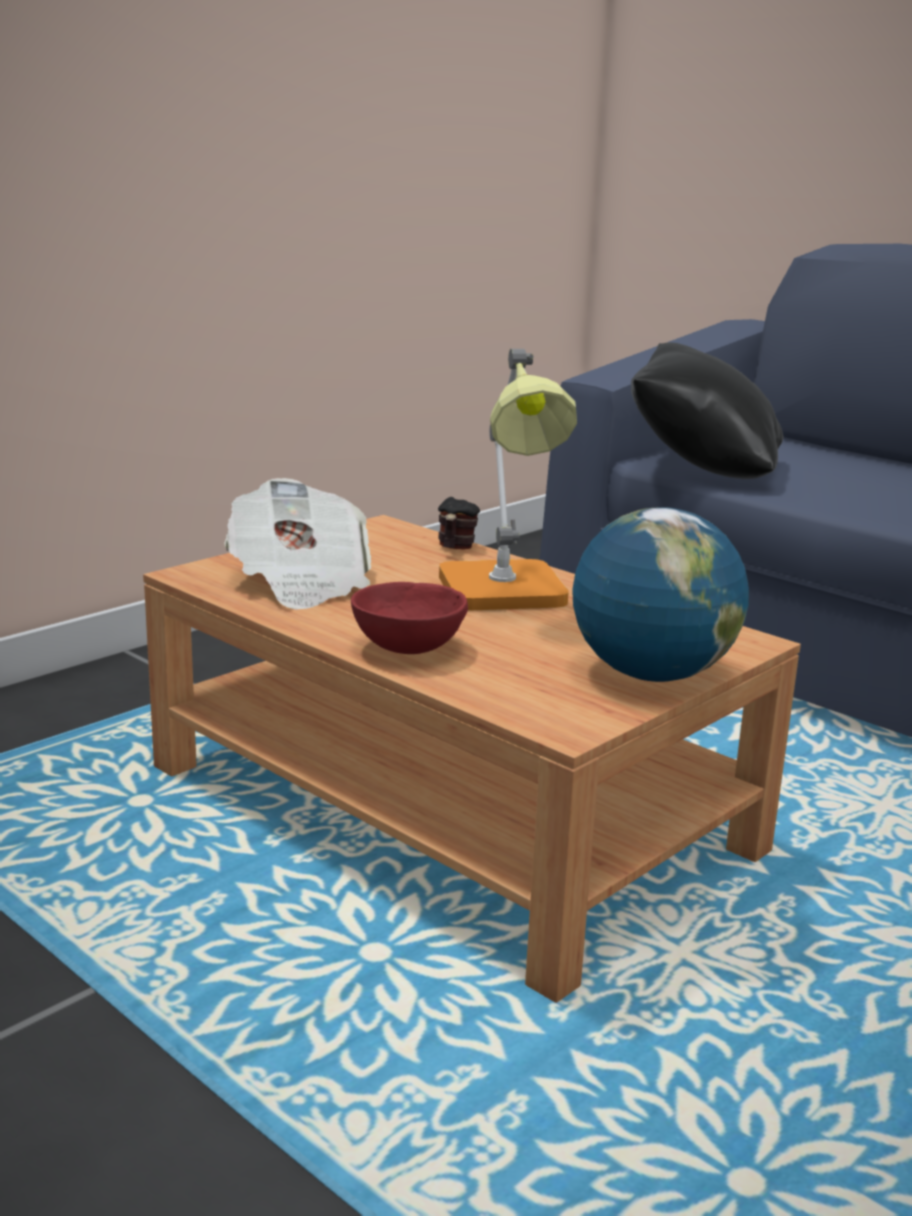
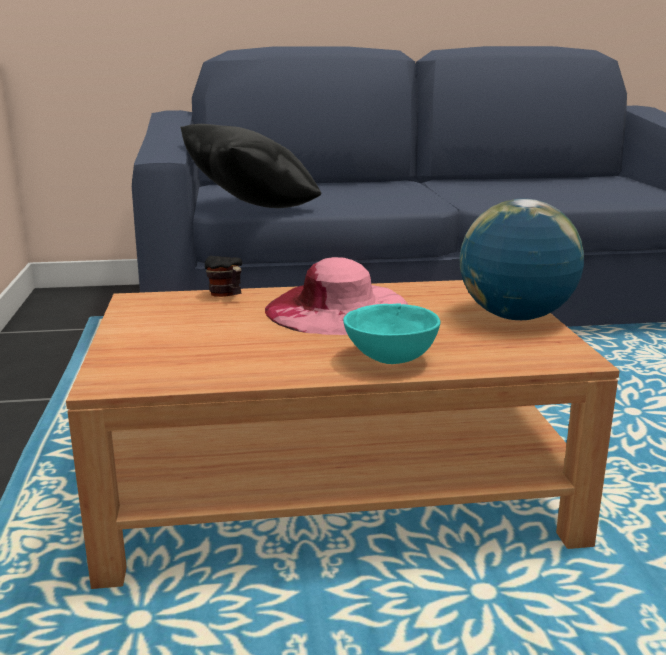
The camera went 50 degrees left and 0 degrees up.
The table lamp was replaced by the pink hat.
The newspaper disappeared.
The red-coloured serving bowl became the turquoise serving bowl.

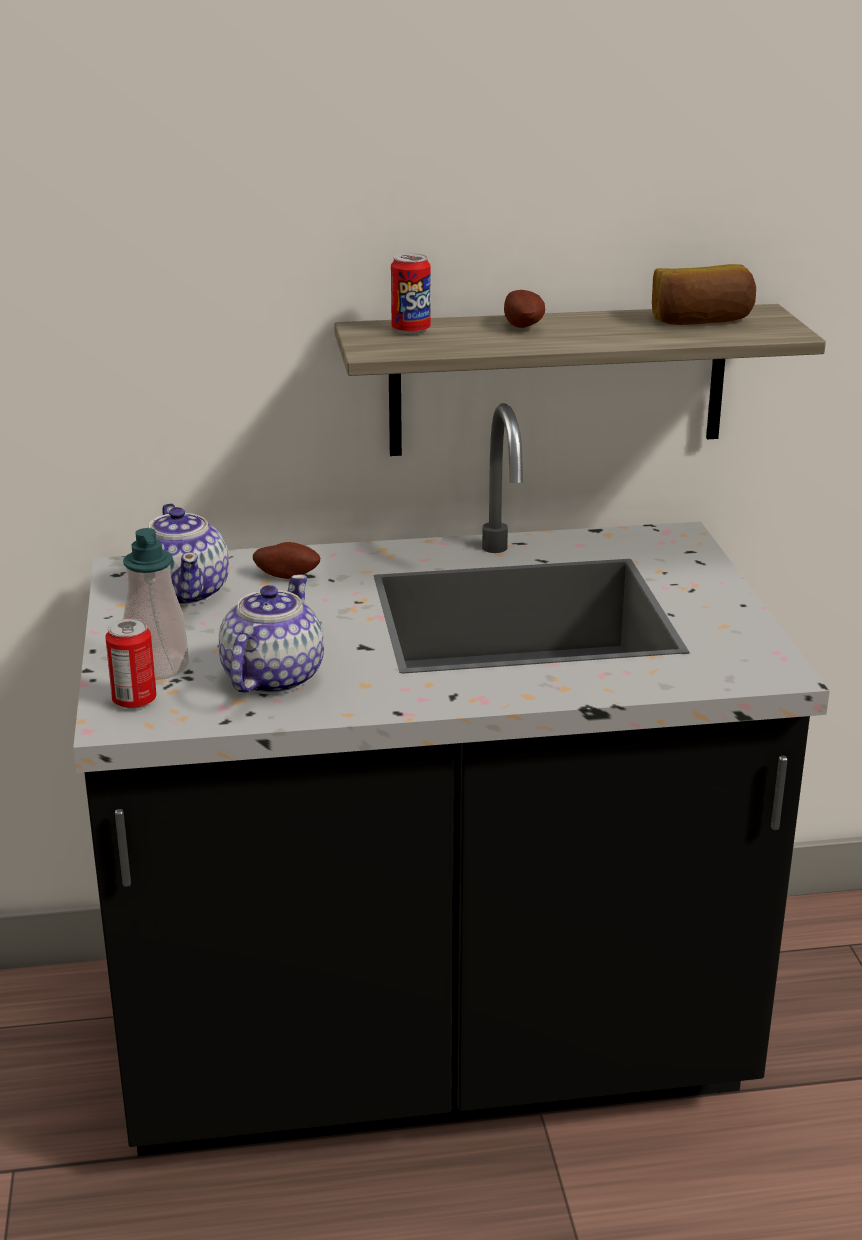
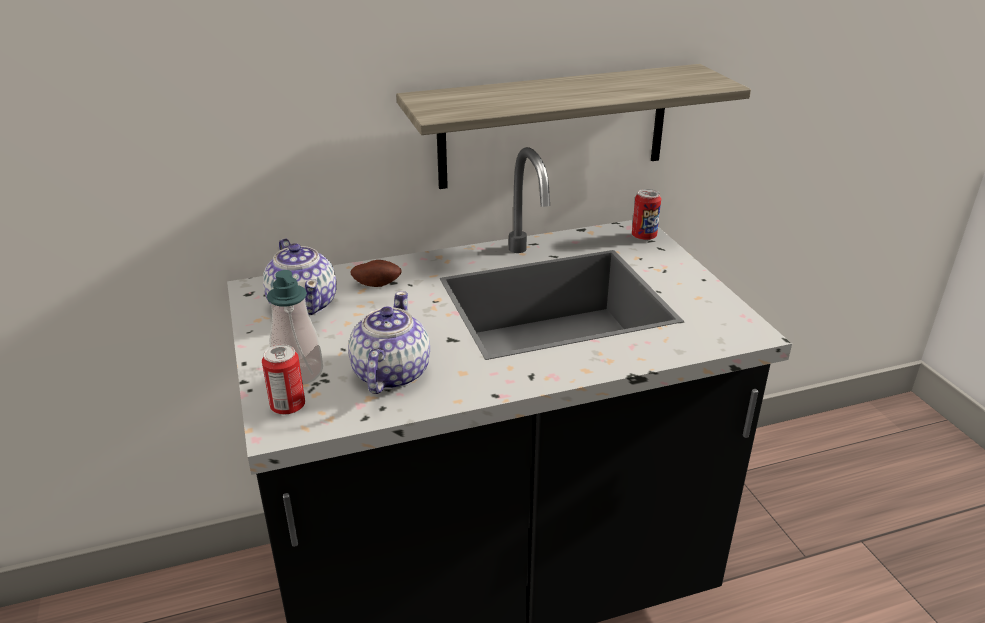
The camera went 10 degrees left and 5 degrees up.
The sealed can (no. 2 from left) moved.
The bakery bread disappeared.
The potato (no. 2 from left) disappeared.

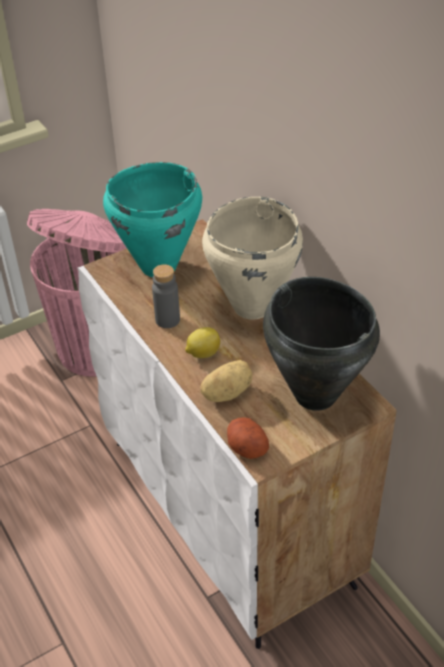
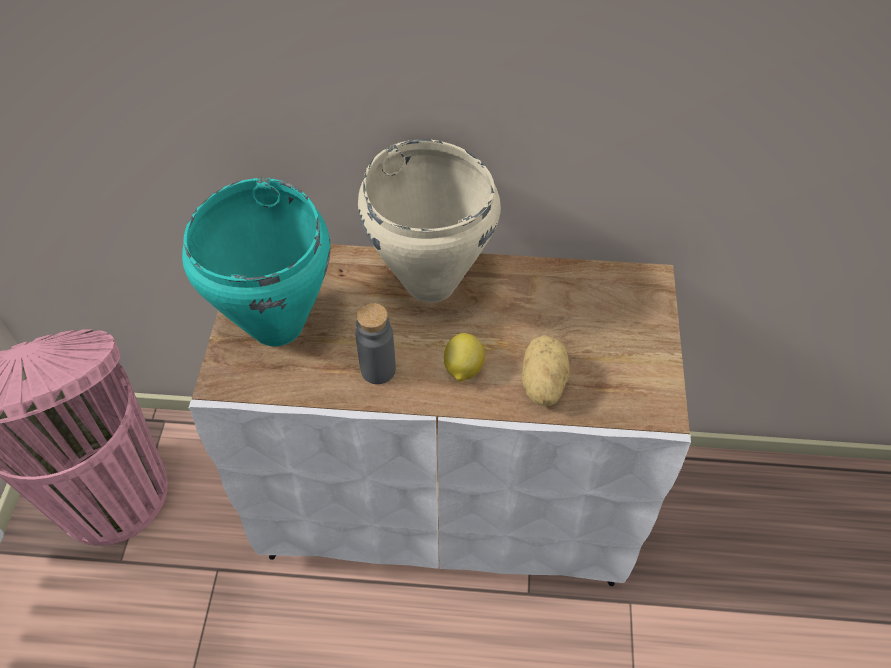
The camera went 55 degrees left and 10 degrees up.
The blackish saucepot disappeared.
The potato (no. 2 from left) disappeared.

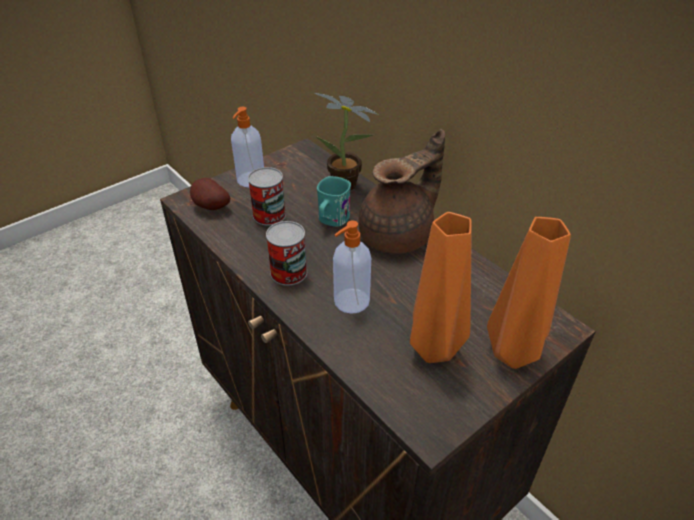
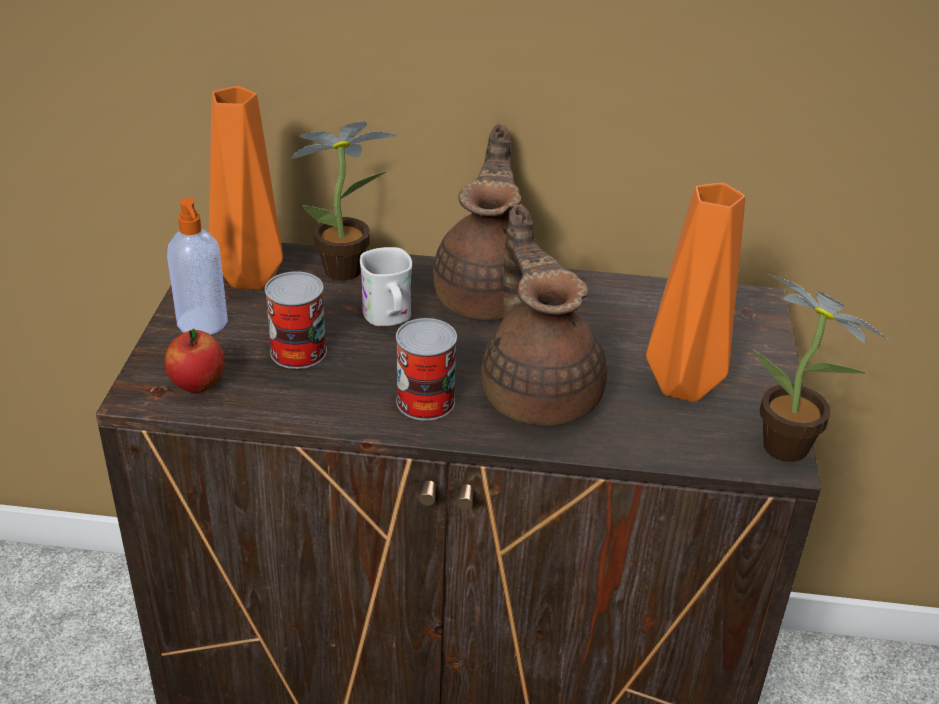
The camera went 45 degrees left and 5 degrees down.
The turquoise mug became the whitish mug.
The potato was replaced by the apple.
The orangey flower vase (no. 2 from left in the first image) moved.
The soap dispenser (no. 2 from left) was replaced by the brownish tea pot (no. 2 from left).
The houseplant (no. 2 from left) appeared.

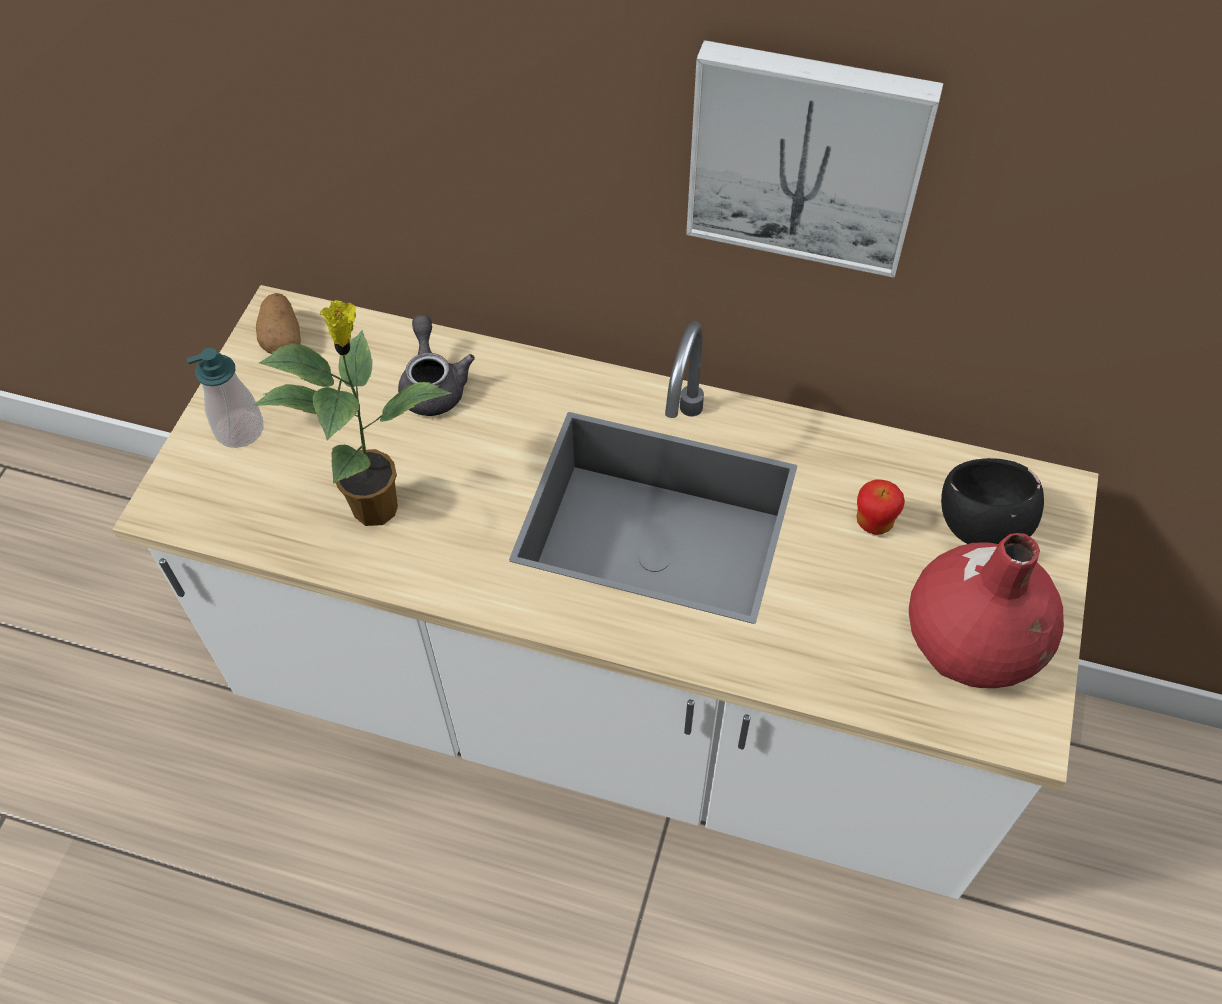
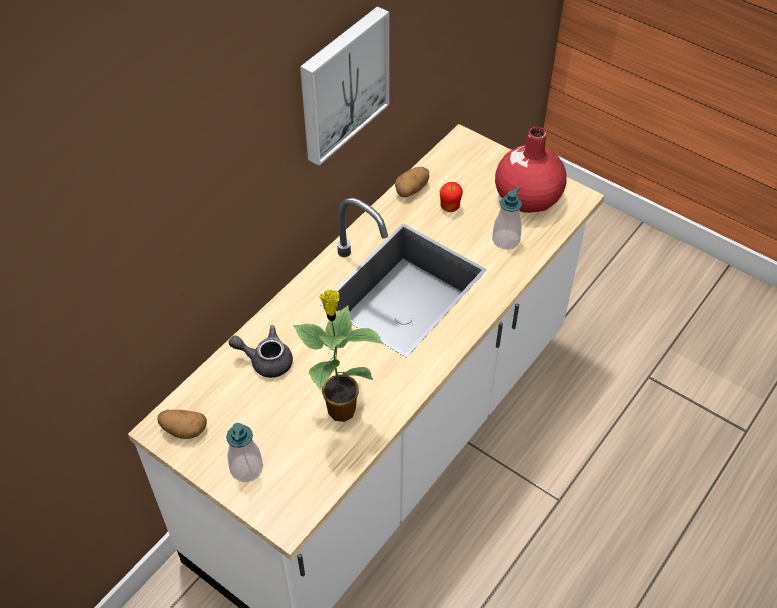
The camera went 70 degrees left and 5 degrees down.
The blackish serving bowl disappeared.
The potato (no. 2 from left) appeared.
The soap dispenser (no. 2 from left) appeared.

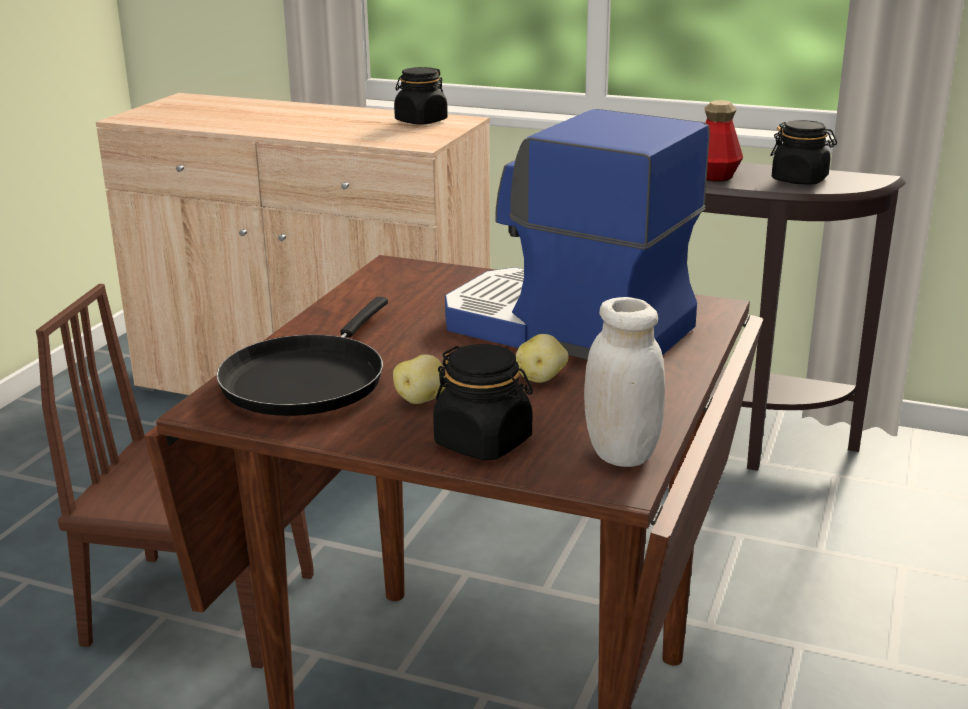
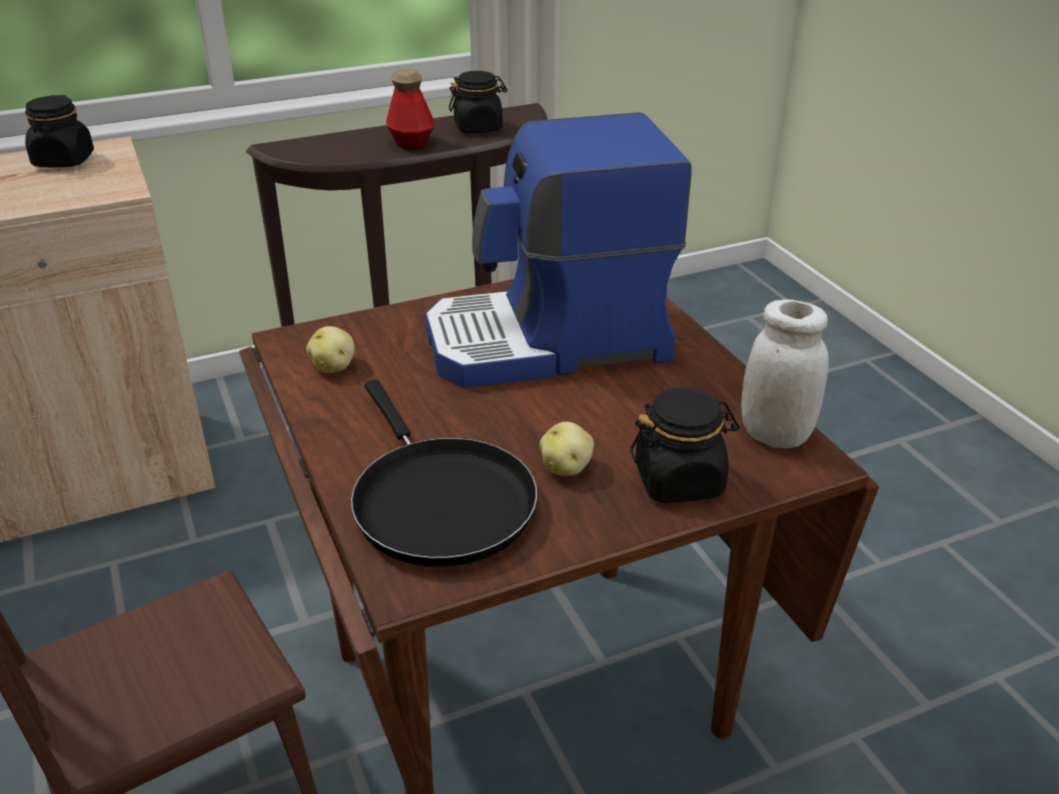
The camera went 45 degrees left and 10 degrees up.
The potato (no. 2 from left in the first image) moved.

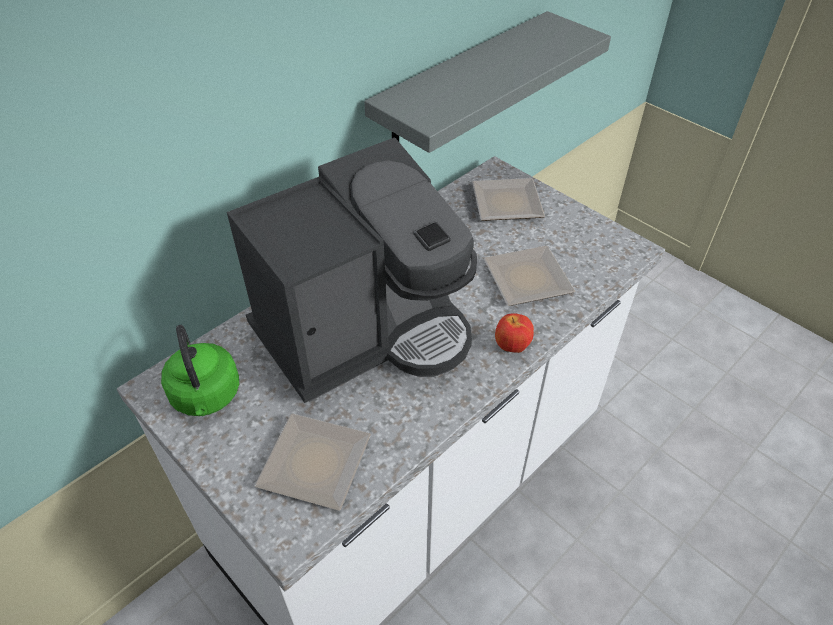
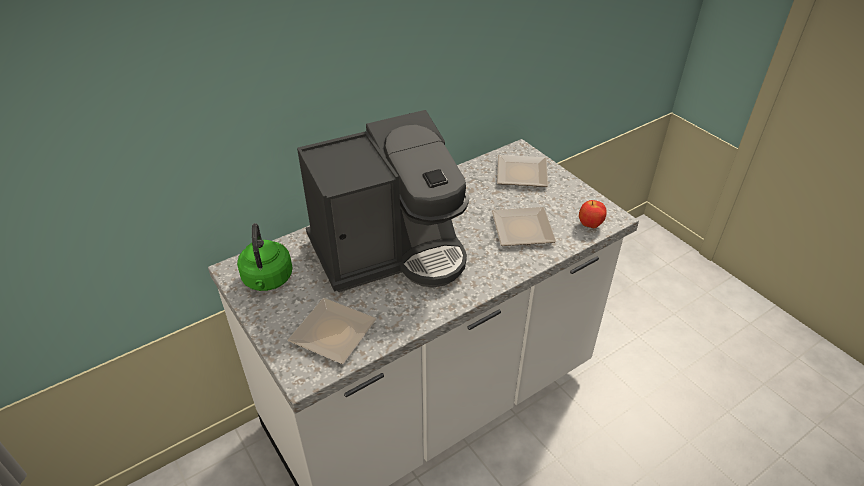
The camera went 10 degrees right and 5 degrees down.
The gray wall shelf disappeared.
The apple moved.

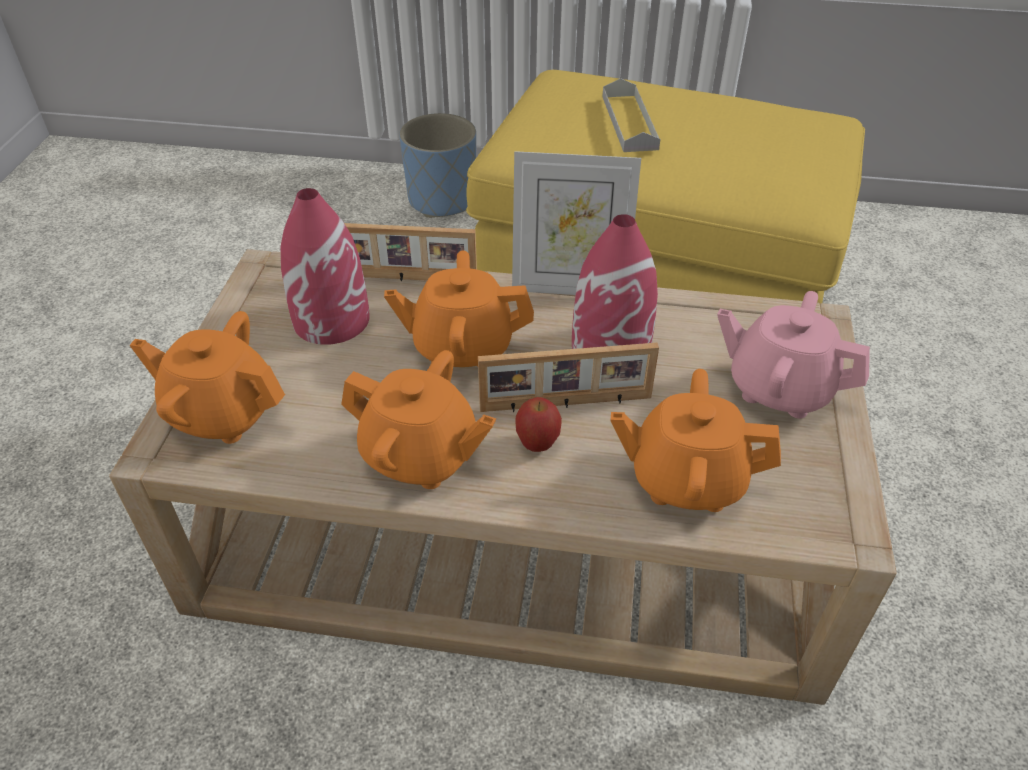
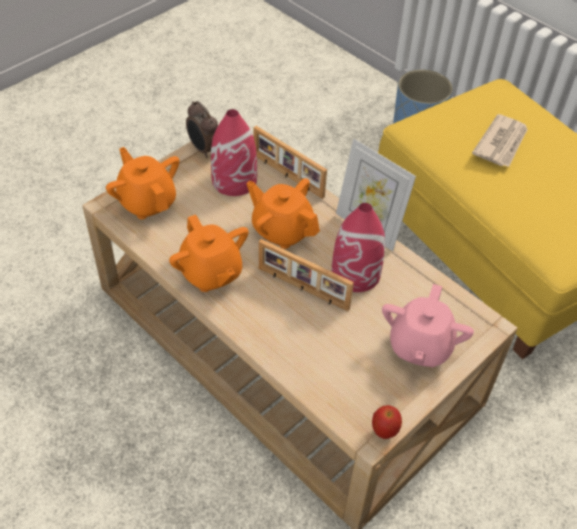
The camera went 35 degrees right and 5 degrees up.
The gray tray was replaced by the newspaper.
The pink tea pot turned 135 degrees counterclockwise.
The orangey tea pot (no. 4 from left) disappeared.
The apple moved.
The alarm clock appeared.

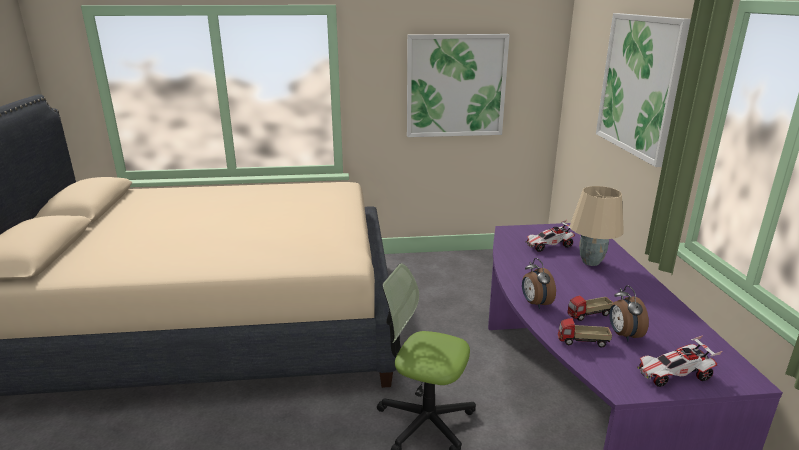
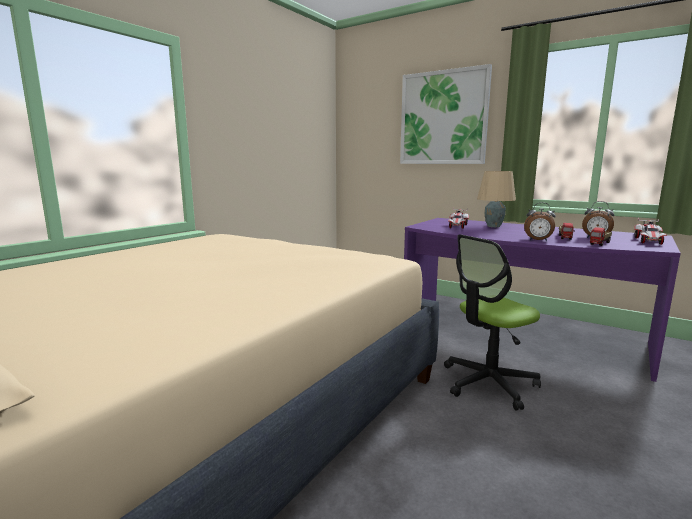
The camera went 50 degrees left and 10 degrees down.
The picture (no. 1 from left) disappeared.

